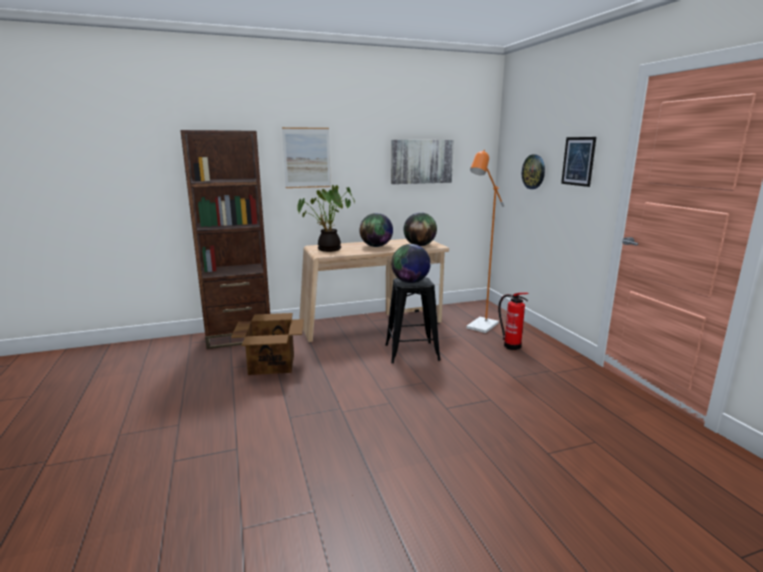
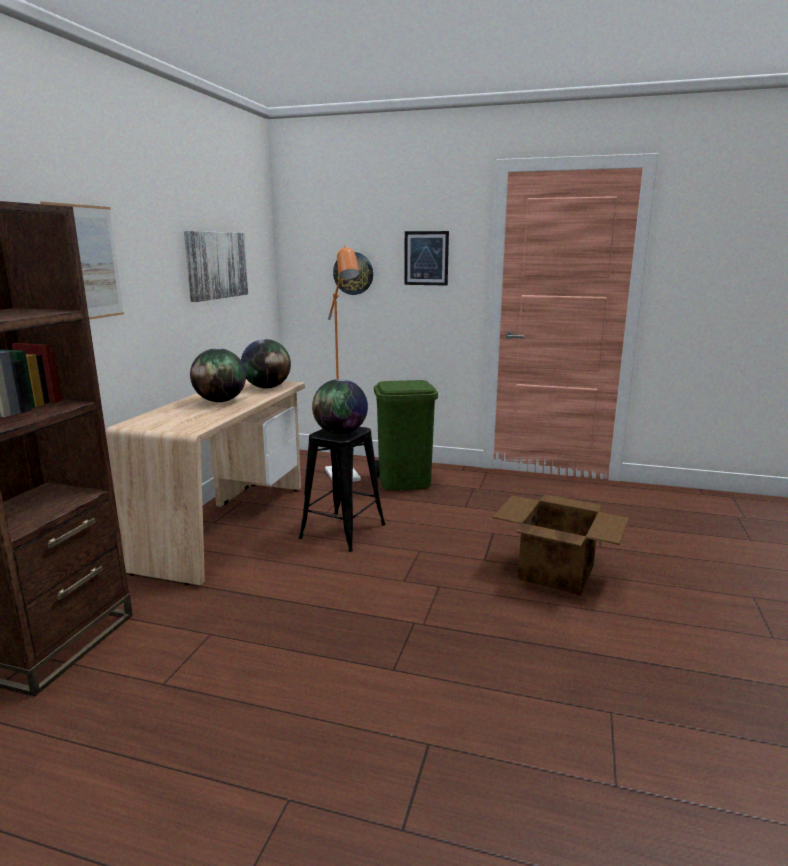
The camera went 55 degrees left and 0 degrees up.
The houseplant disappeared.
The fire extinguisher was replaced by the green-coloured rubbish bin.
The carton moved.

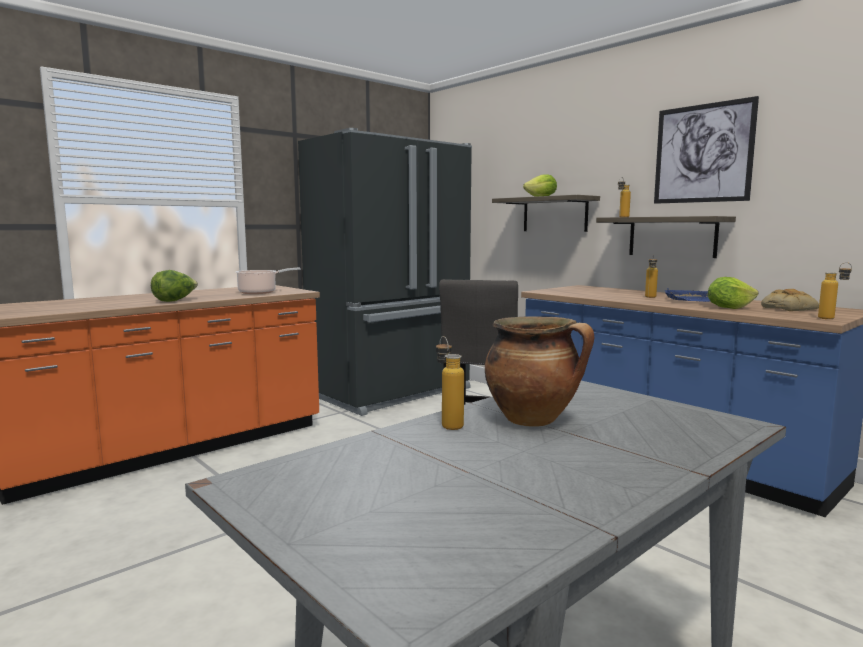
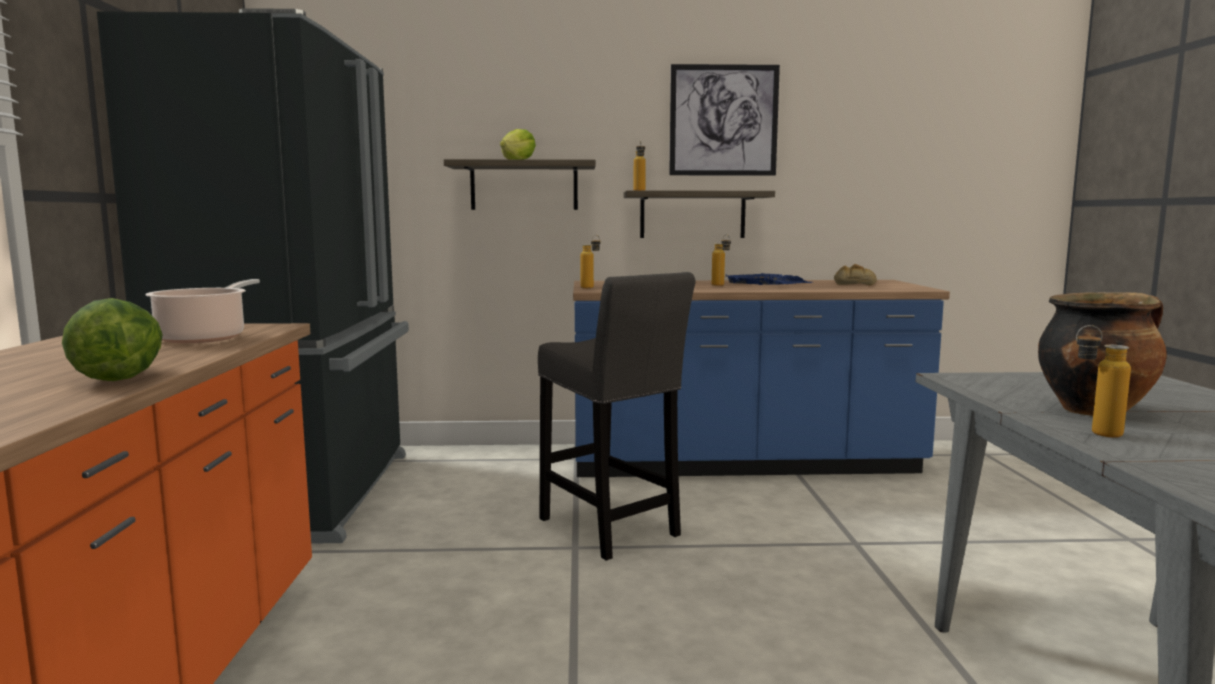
The camera went 50 degrees left and 0 degrees up.
The beverage bottle (no. 4 from left in the first image) moved.
The lettuce head (no. 3 from left) disappeared.

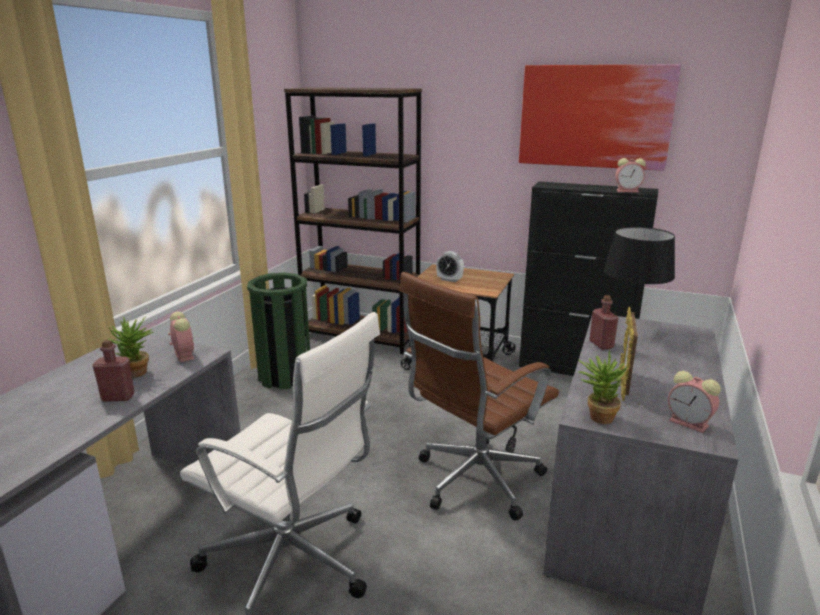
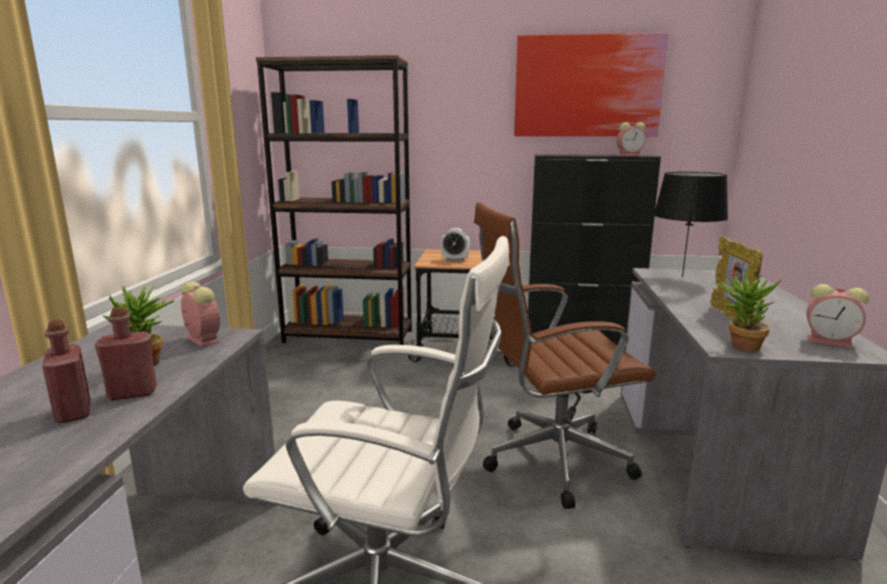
The camera went 15 degrees left and 5 degrees down.
The brownish desk chair turned 45 degrees clockwise.
The green-coloured rubbish bin disappeared.
The red-coloured beverage bottle (no. 2 from left in the first image) moved.

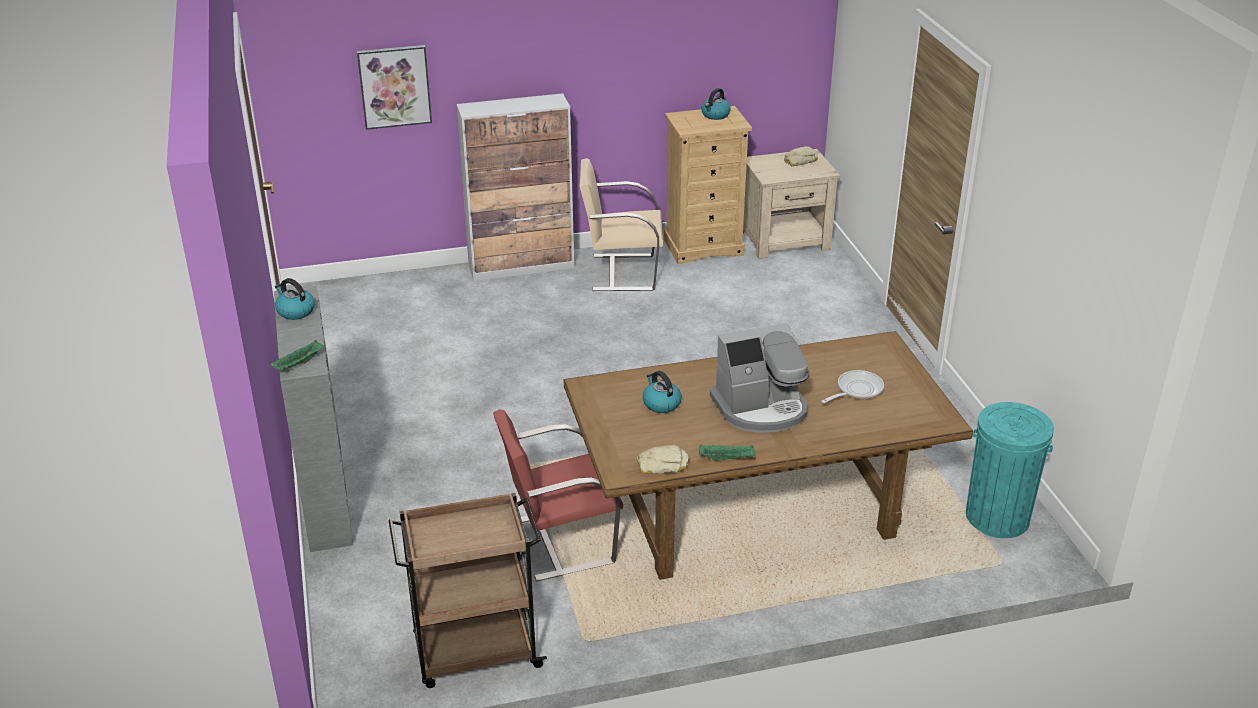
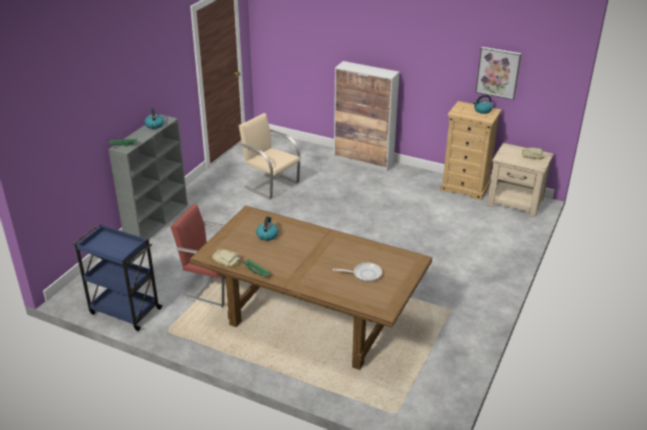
The camera went 40 degrees right and 0 degrees up.
The picture moved.
The sand-coloured upright chair moved.
The coffee maker disappeared.
The turquoise rubbish bin disappeared.
The brownish wheeled cart became the bluish wheeled cart.

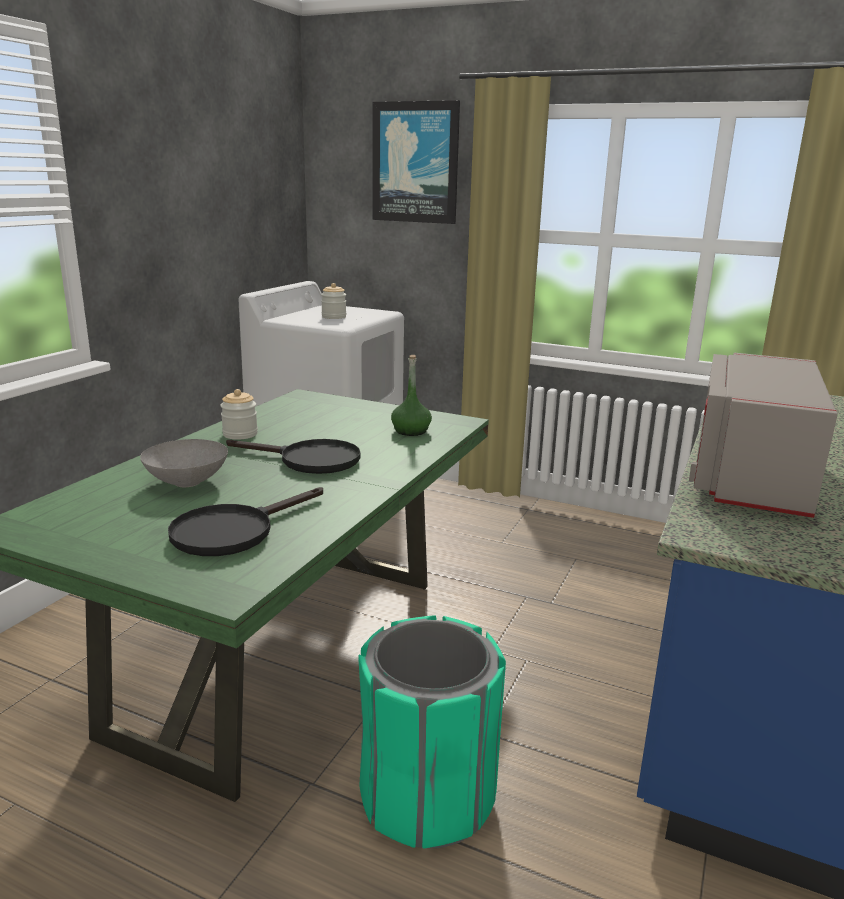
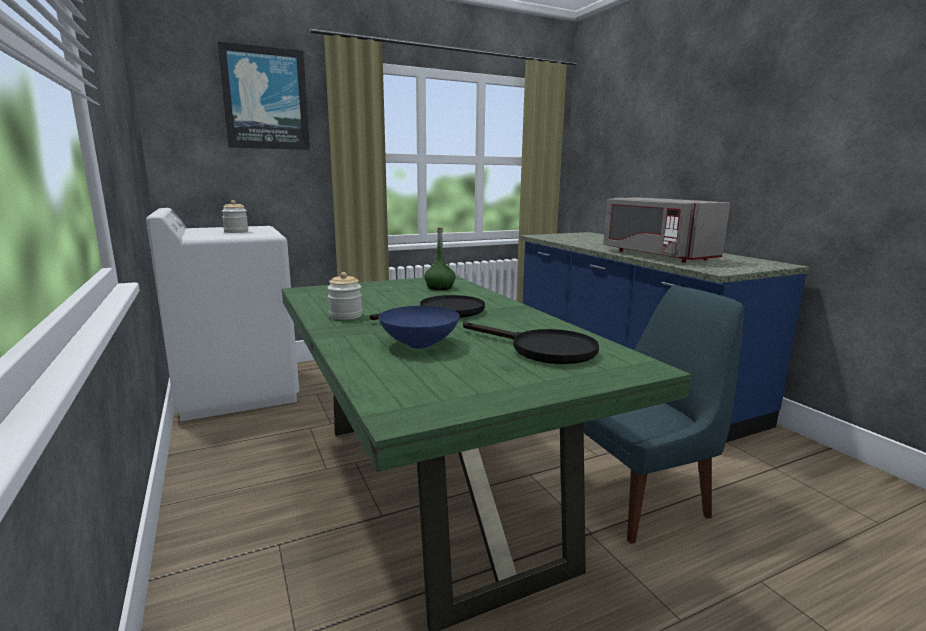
The camera went 50 degrees left and 5 degrees down.
The gray serving bowl became the bluish serving bowl.
The blackish frying pan (no. 1 from left in the first image) turned 45 degrees counterclockwise.
The green-coloured rubbish bin was replaced by the bluish upright chair.

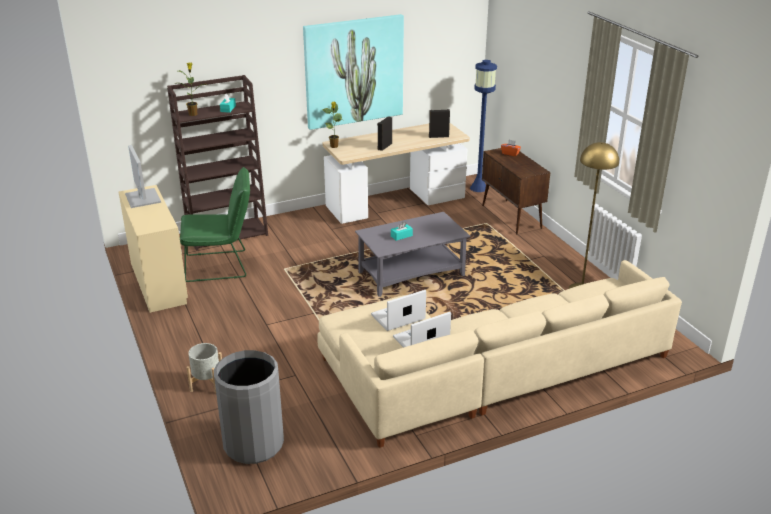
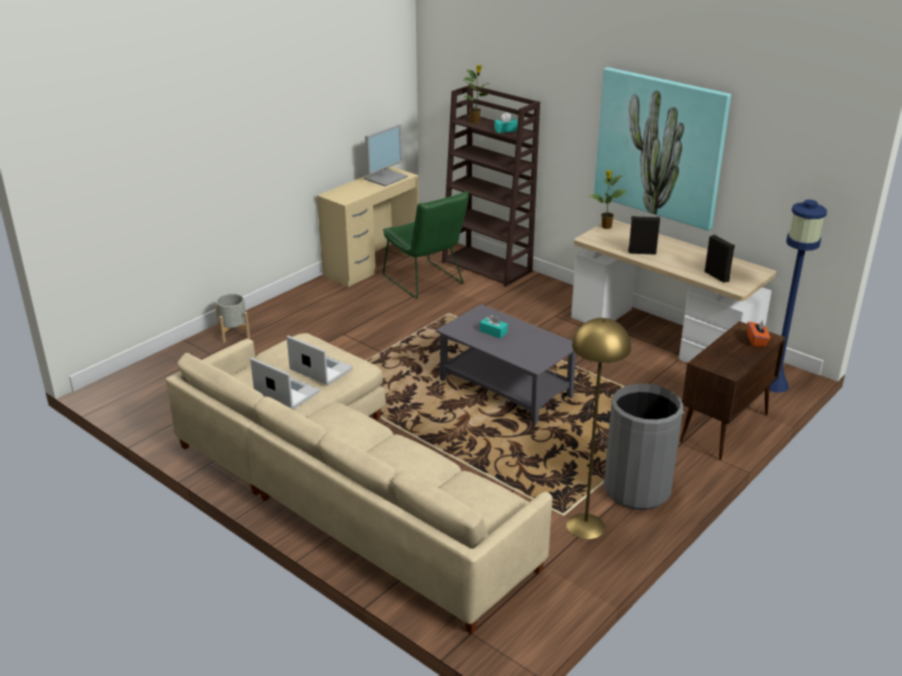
The camera went 65 degrees right and 0 degrees up.
The gray rubbish bin moved.

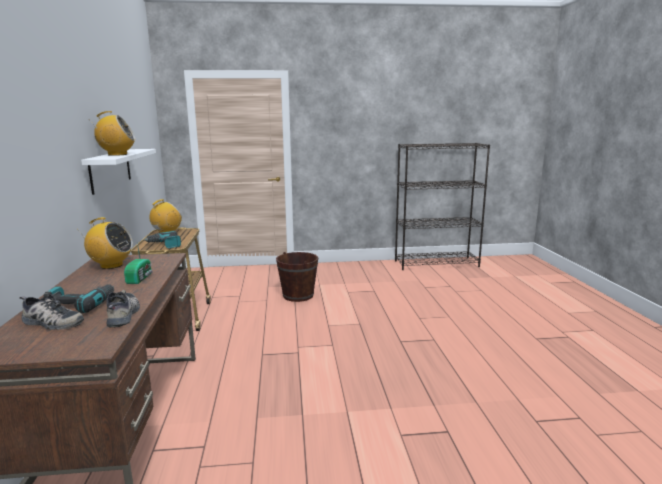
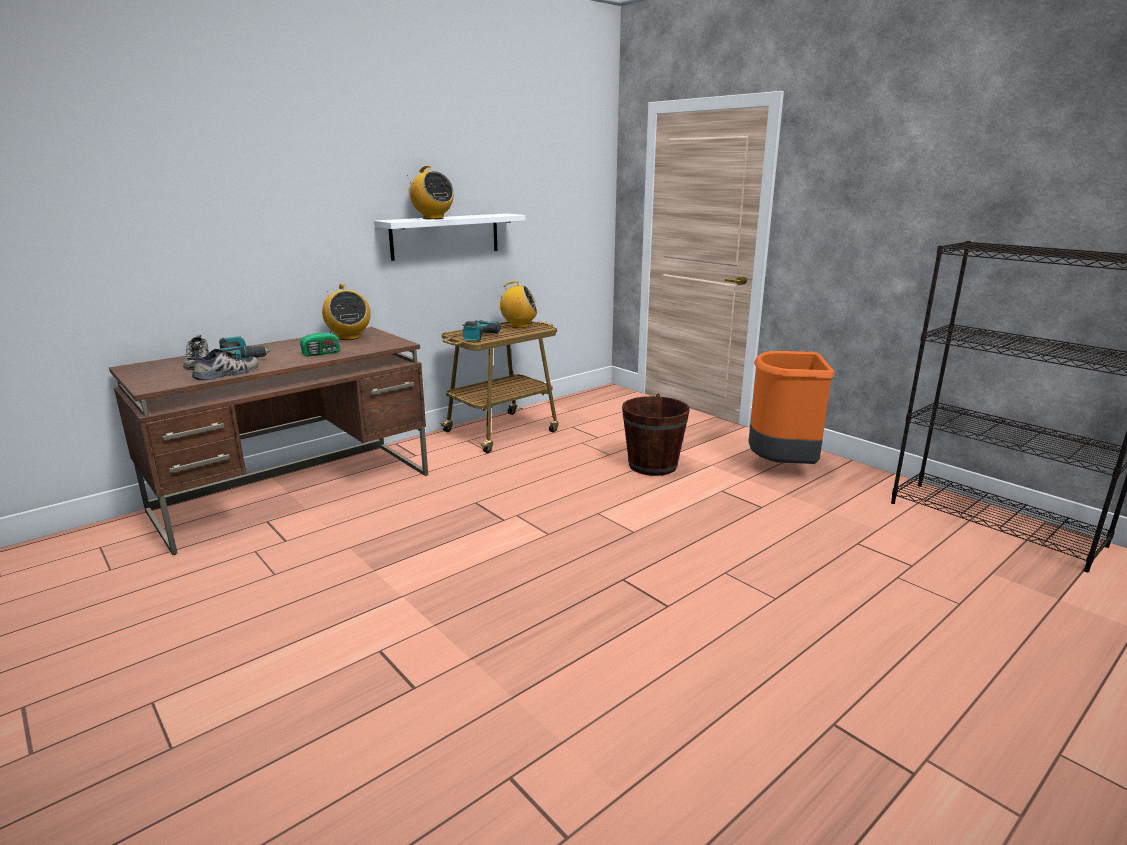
The camera went 55 degrees right and 5 degrees up.
The orangey rubbish bin appeared.

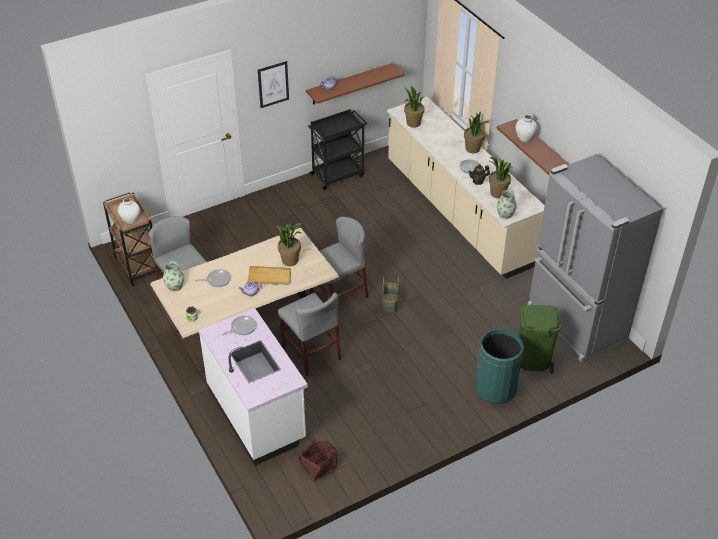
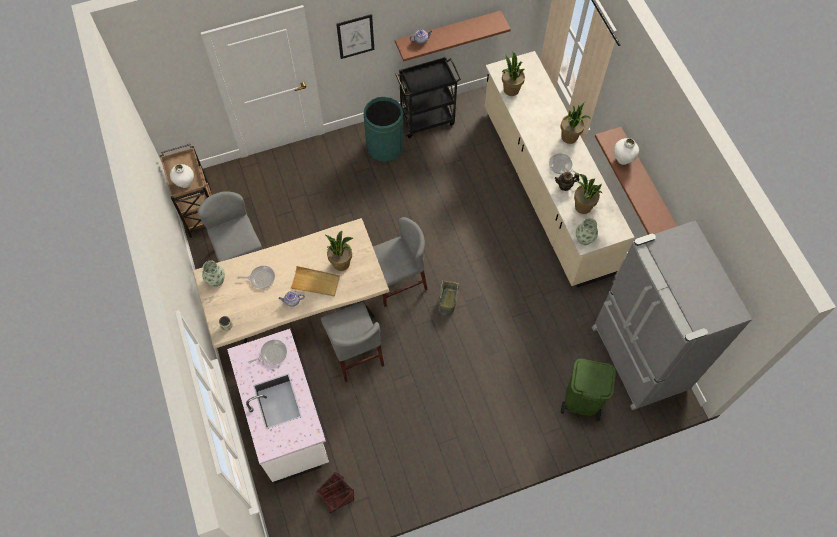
The camera went 10 degrees right and 20 degrees up.
The green-coloured rubbish bin (no. 1 from left) moved.

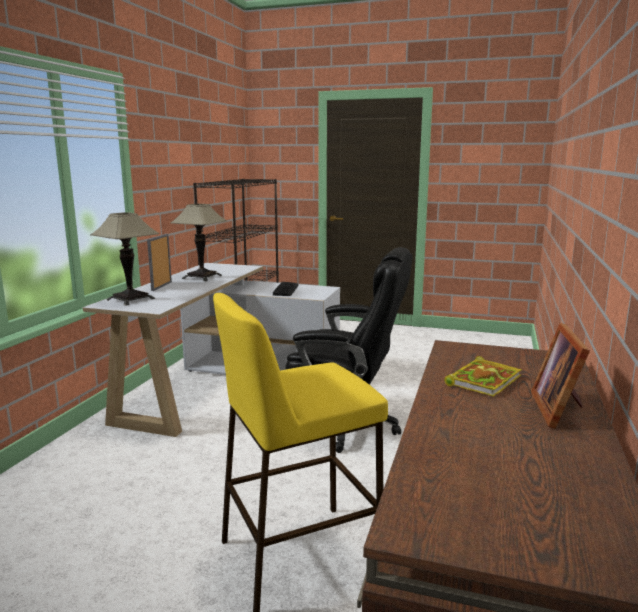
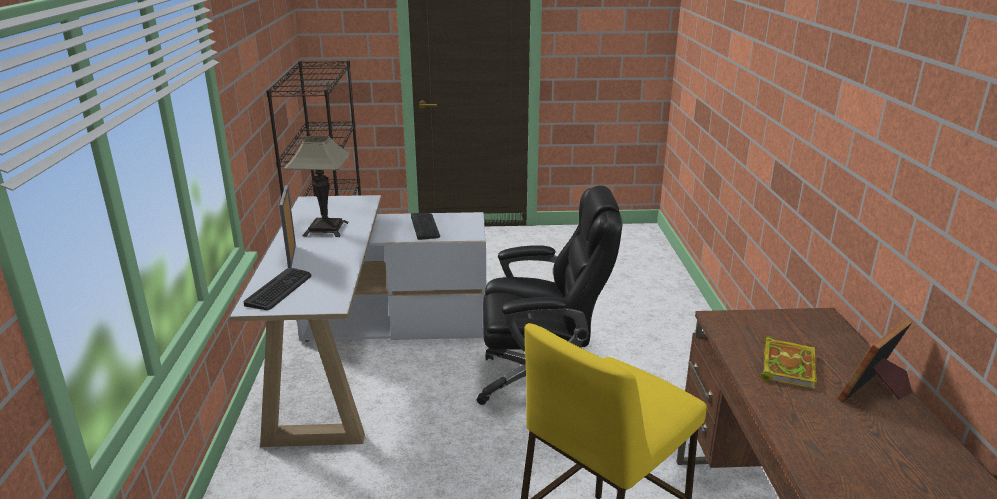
The camera went 20 degrees left and 10 degrees up.
The table lamp (no. 1 from left) was replaced by the keyboard (no. 1 from left).
The photo frame (no. 2 from left) turned 60 degrees clockwise.

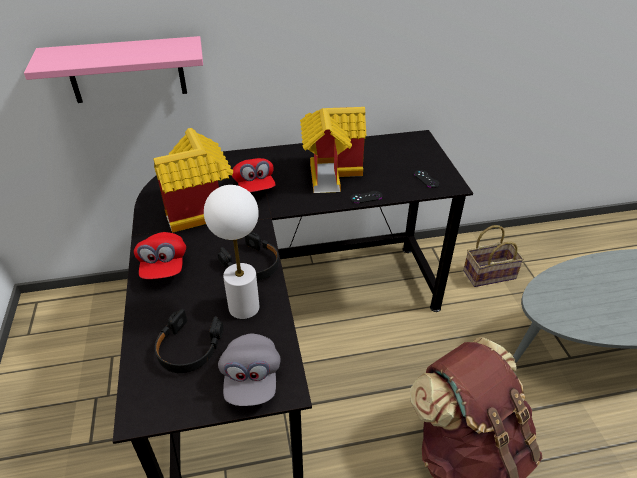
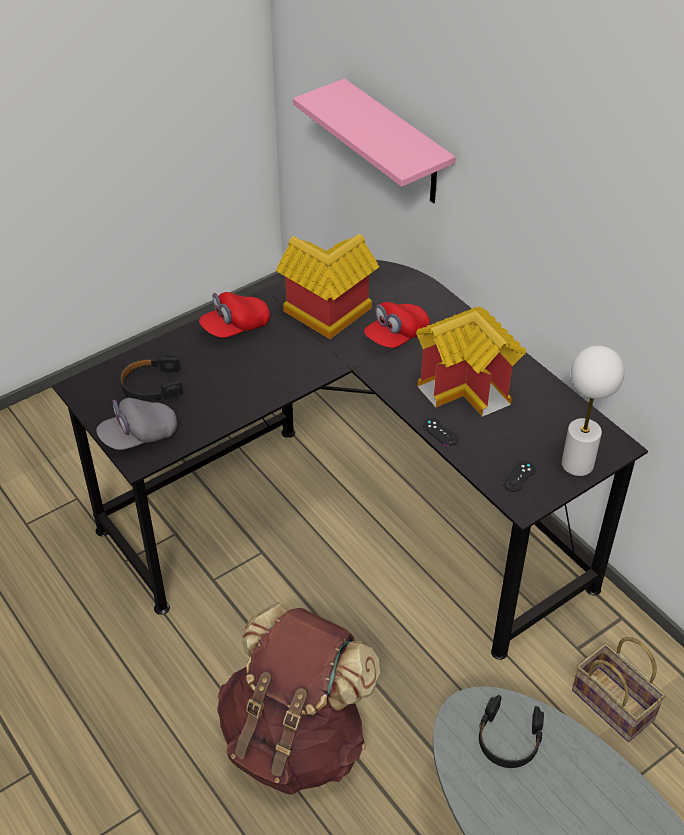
The camera went 65 degrees right and 5 degrees up.
The whitish table lamp moved.
The blackish pair of headphones (no. 2 from left) moved.

